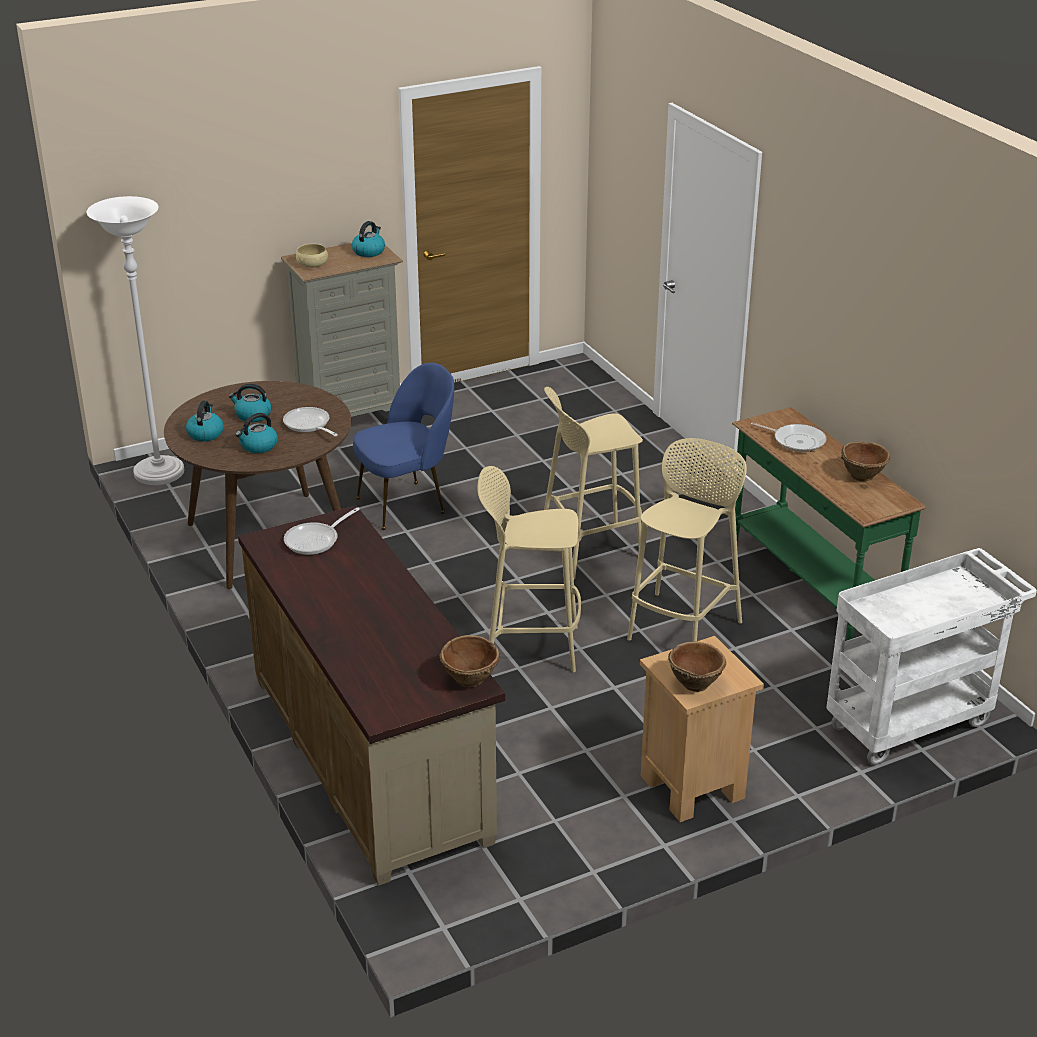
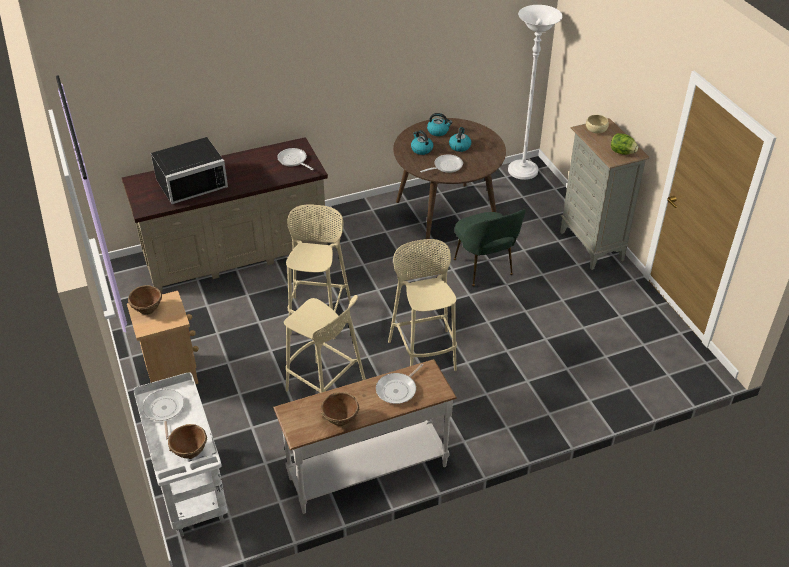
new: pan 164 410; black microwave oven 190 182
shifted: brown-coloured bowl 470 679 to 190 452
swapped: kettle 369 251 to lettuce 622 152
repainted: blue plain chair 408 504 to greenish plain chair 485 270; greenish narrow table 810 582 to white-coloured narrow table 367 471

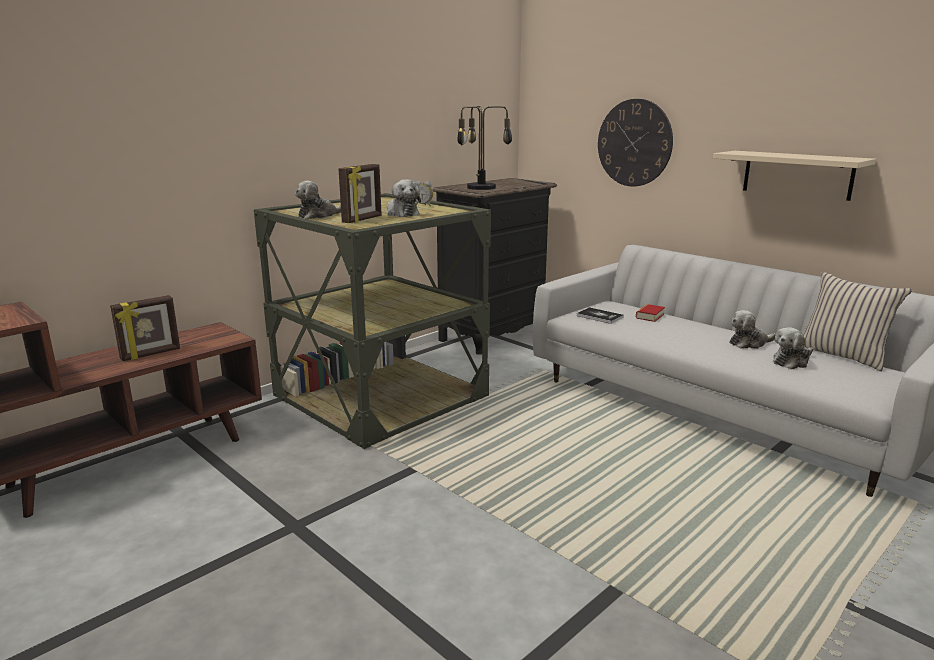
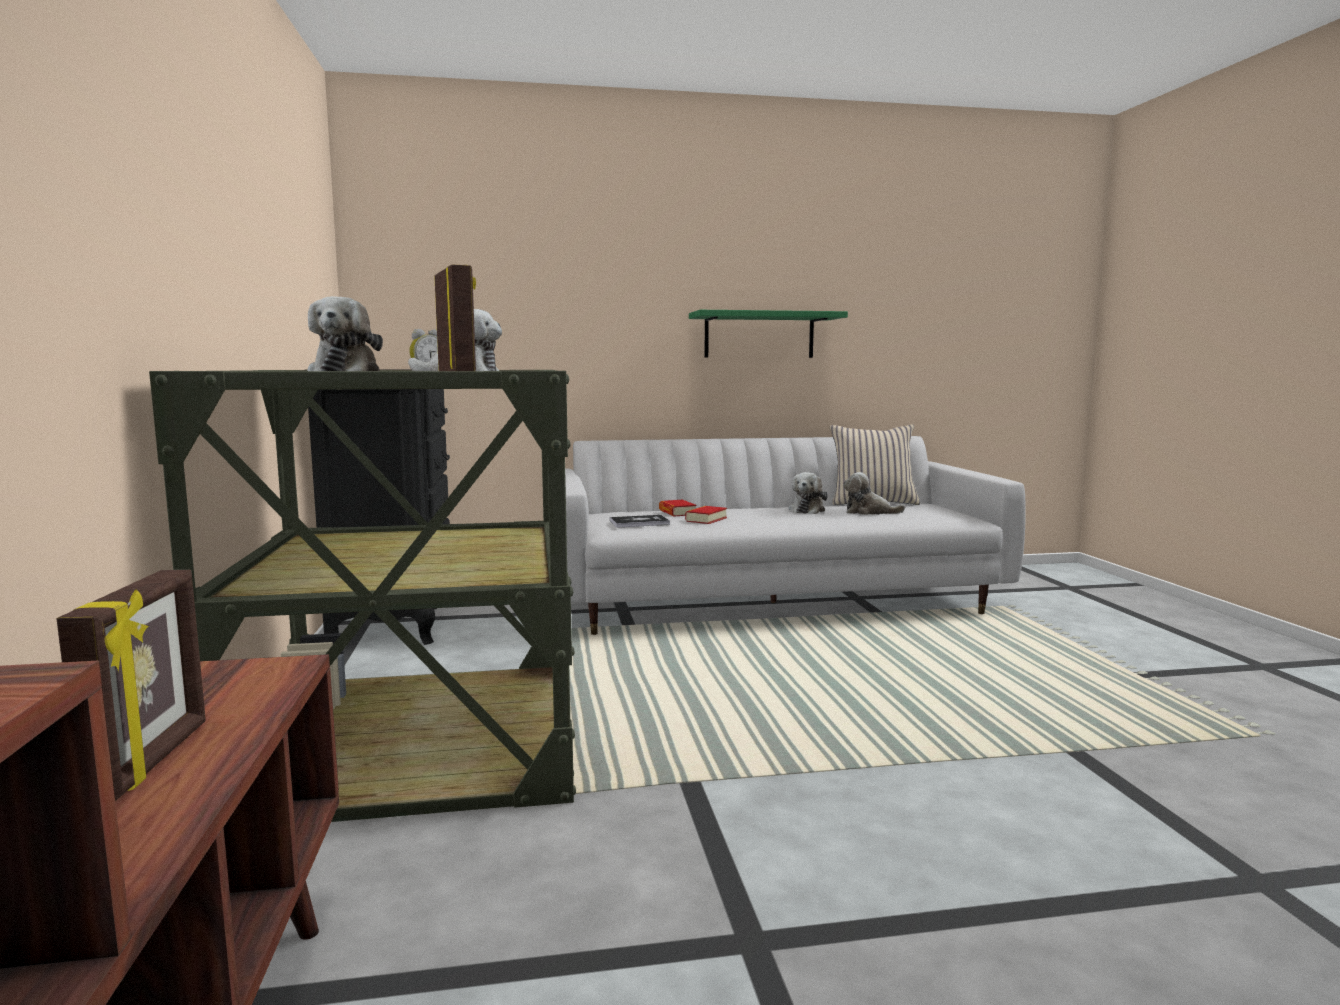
gone: table lamp 481 187; hanging clock 634 143
new: volume 706 519
repainted: beige-coloured shelf 797 174 to greenish shelf 759 335
rotated: plush toy 792 361 = 868 512 105 degrees clockwise

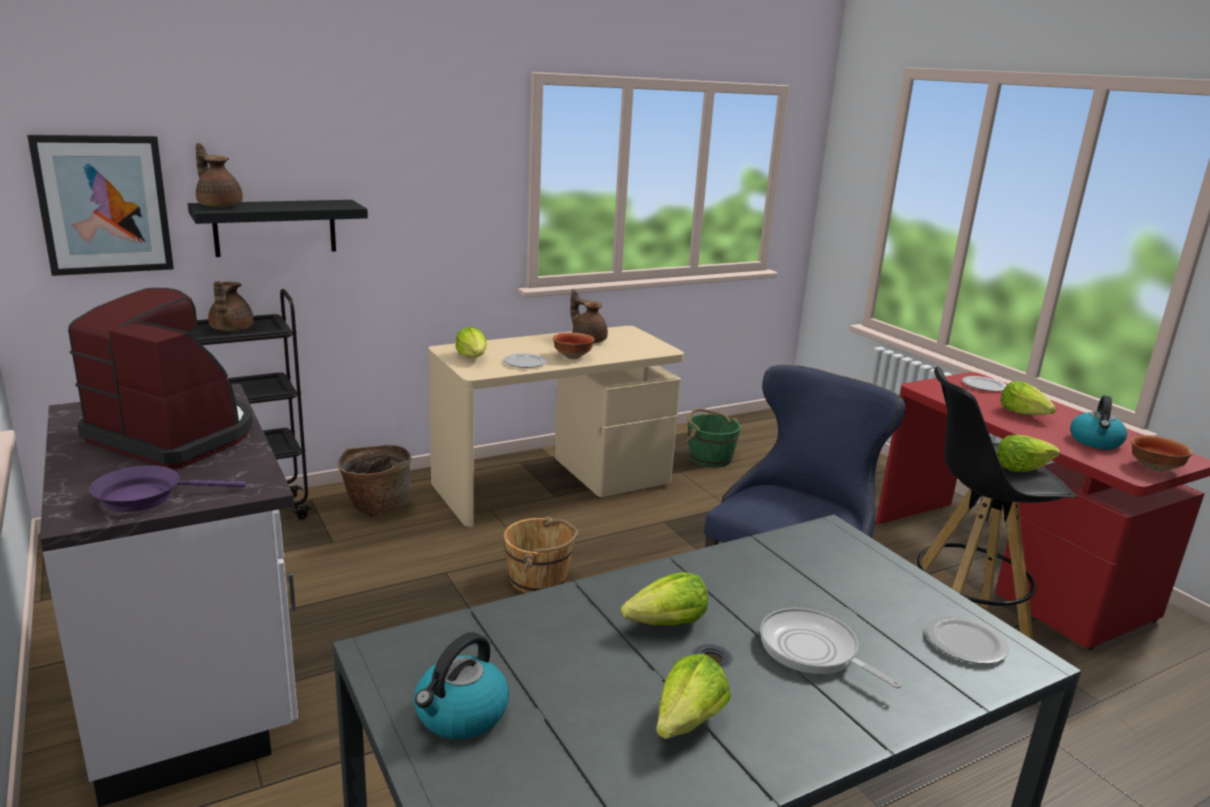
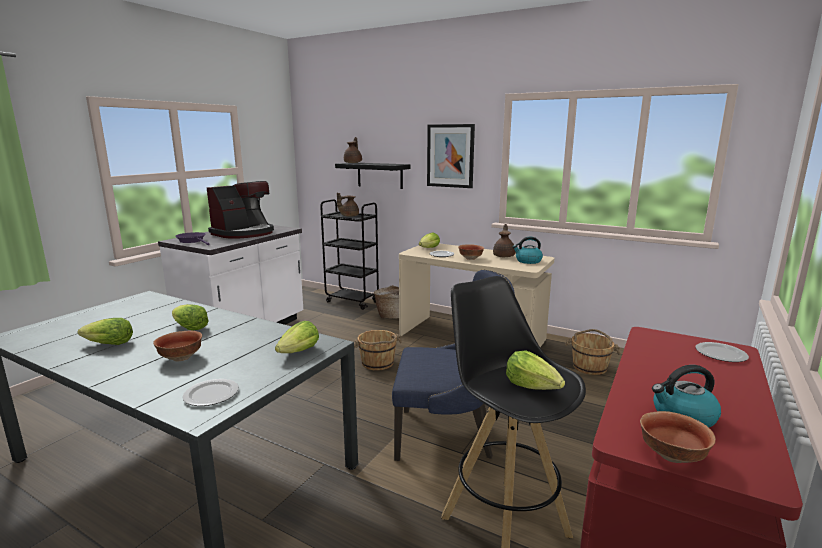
shifted: picture 104 205 to 450 156; kettle 460 715 to 528 261; lettuce 1024 414 to 299 352
swapped: pan 813 651 to bowl 180 358
repainted: greenish bucket 709 458 to brown-coloured bucket 589 367
rotated: coffee machine 175 435 = 244 233 45 degrees clockwise

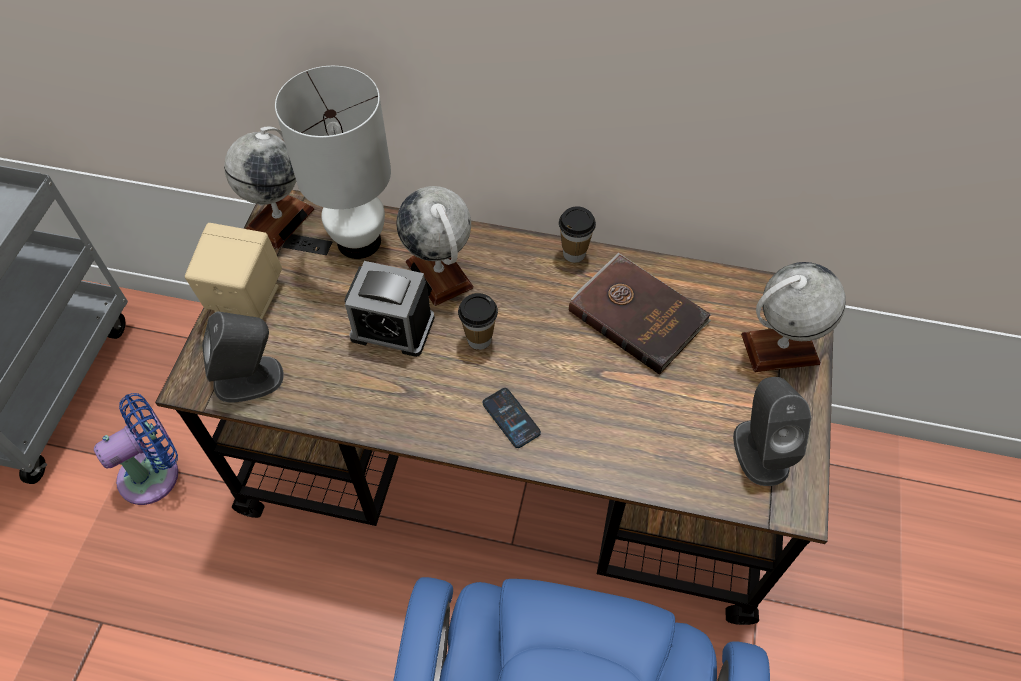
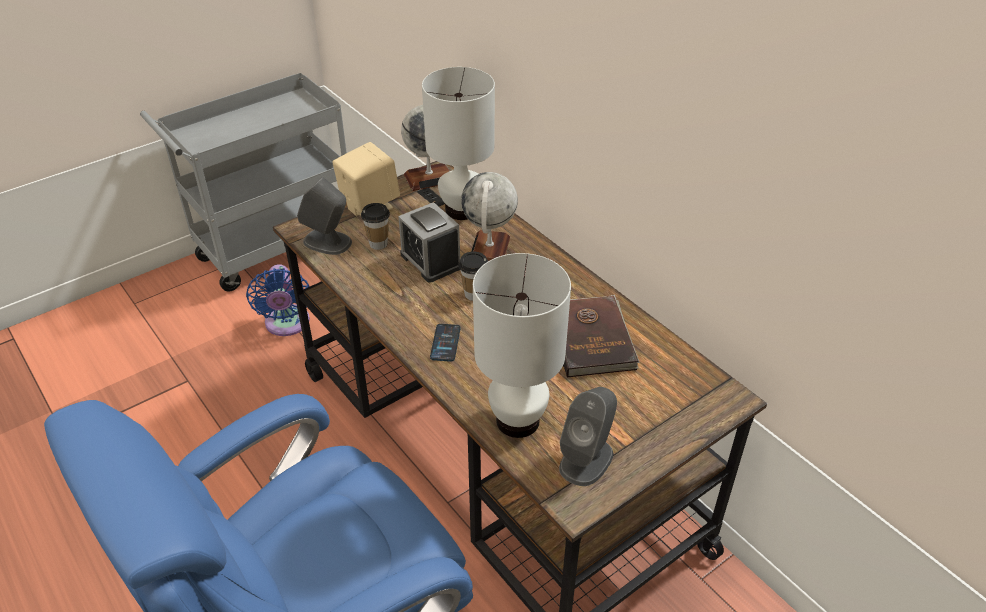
gone: world globe 780 349
new: white-coloured table lamp 517 421
shifted: cup 574 253 to 378 244
rotated: blue electric fan 155 473 = 287 324 75 degrees clockwise

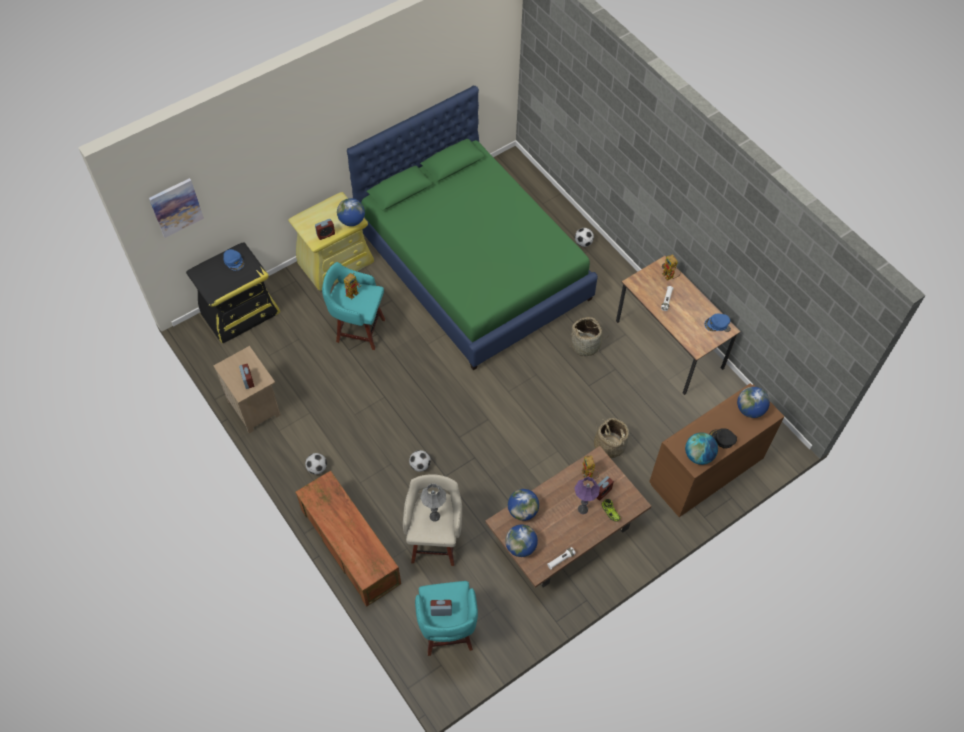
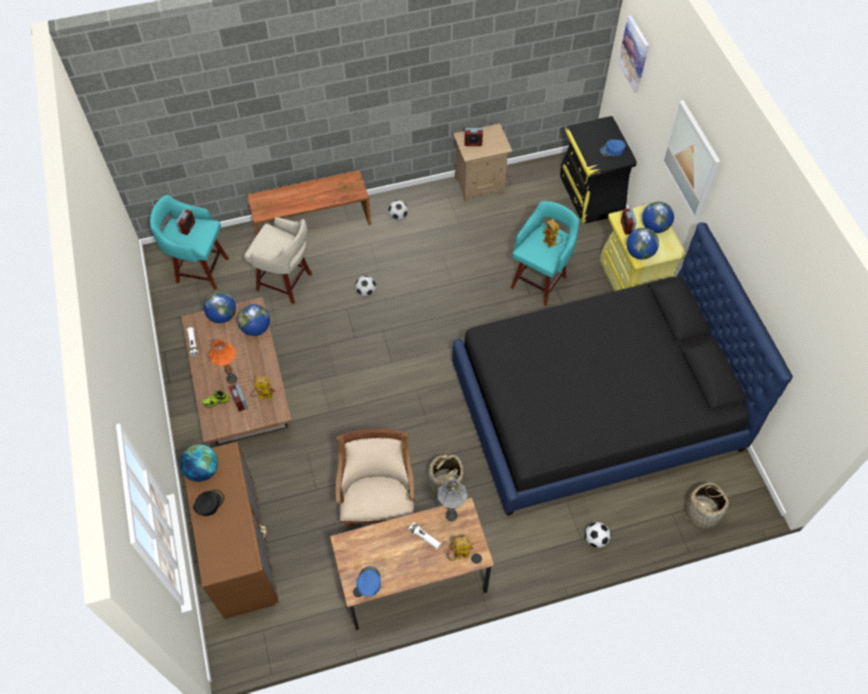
new: desk chair 379 507; picture 691 160
shifted: grey table lamp 434 516 to 451 515; storage basket 609 445 to 702 512; world globe 750 410 to 654 227
repainted: greenish bed 472 264 to black bed 595 407; purple table lamp 582 509 to orange-coloured table lamp 231 379

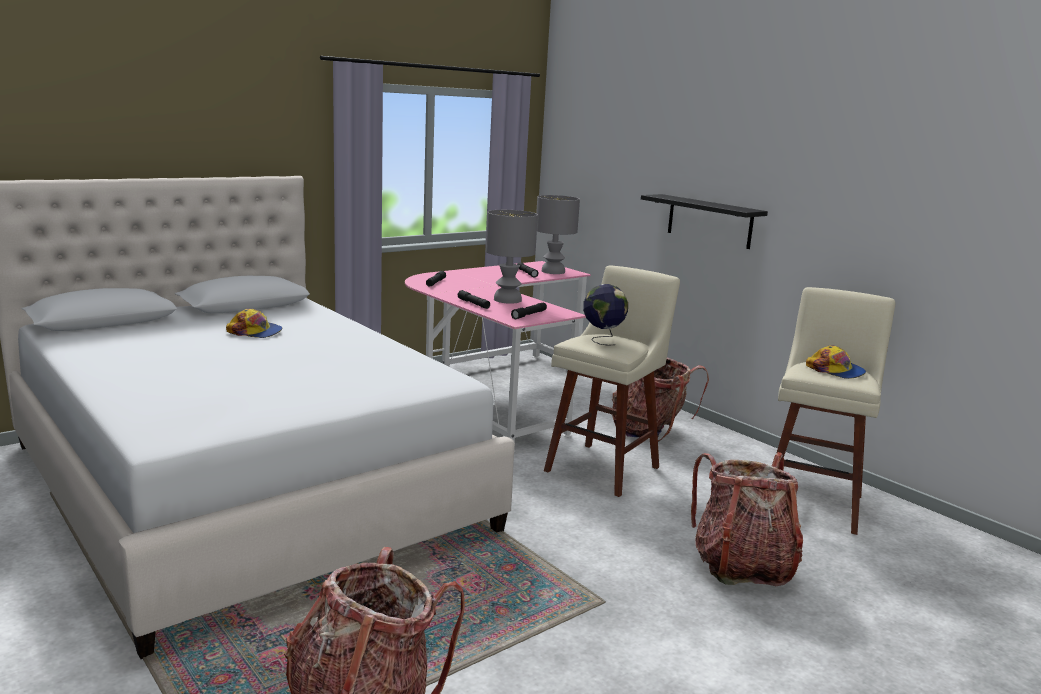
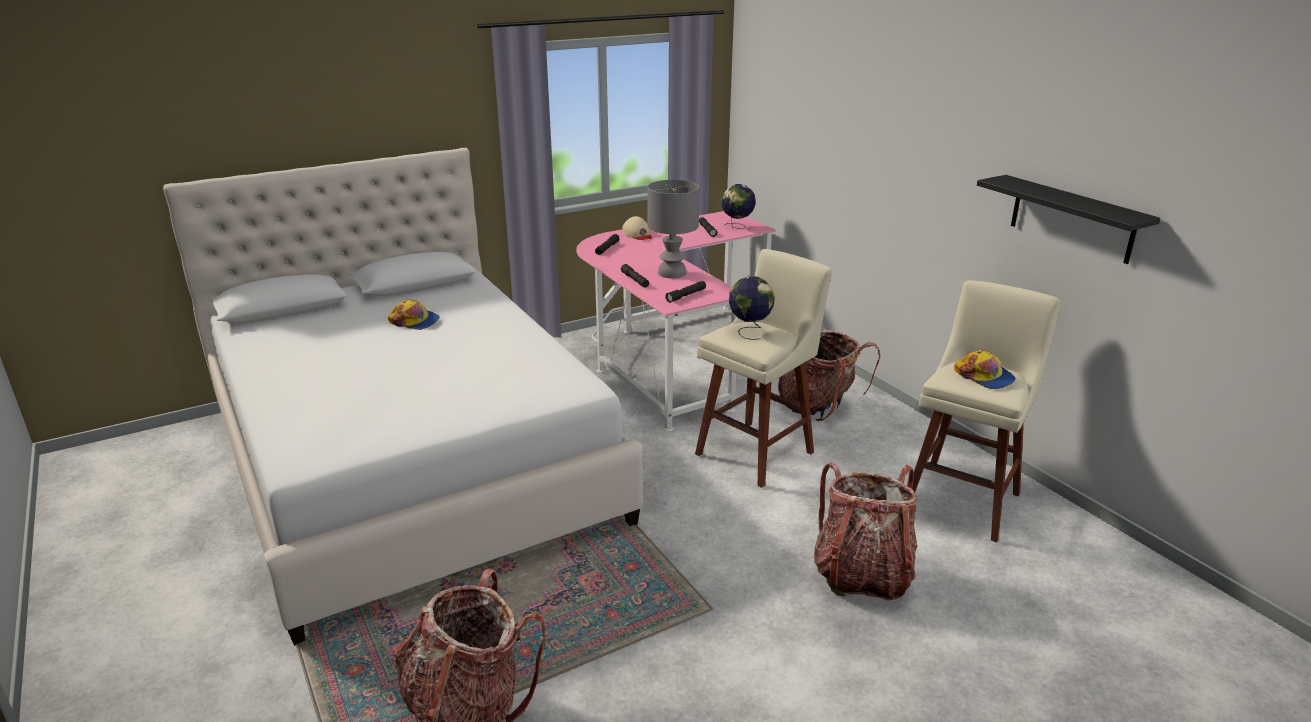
new: beige-coloured baseball cap 638 234
shifted: black shelf 709 221 to 1072 219
swapped: grey table lamp 553 271 to world globe 737 227

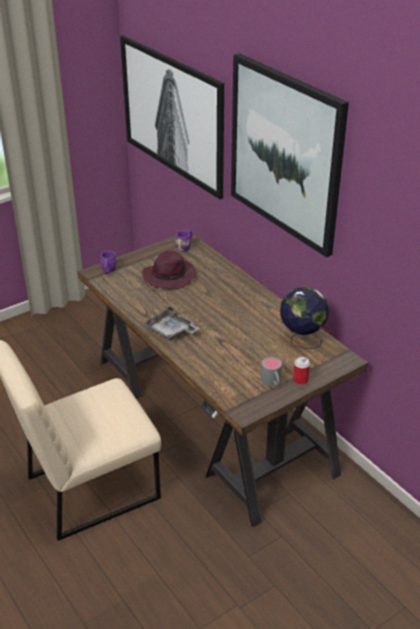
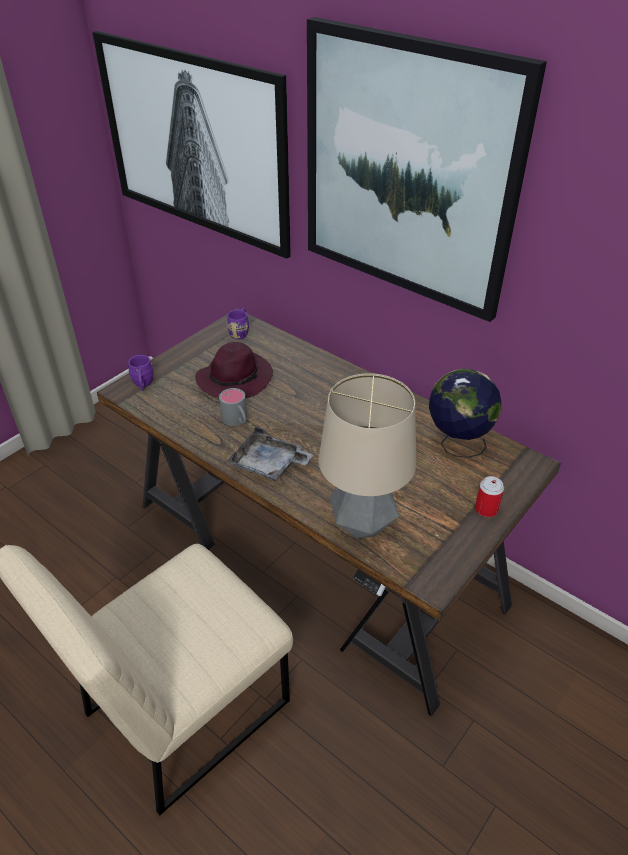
new: table lamp 362 524
shifted: grey coffee mug 272 382 to 237 420

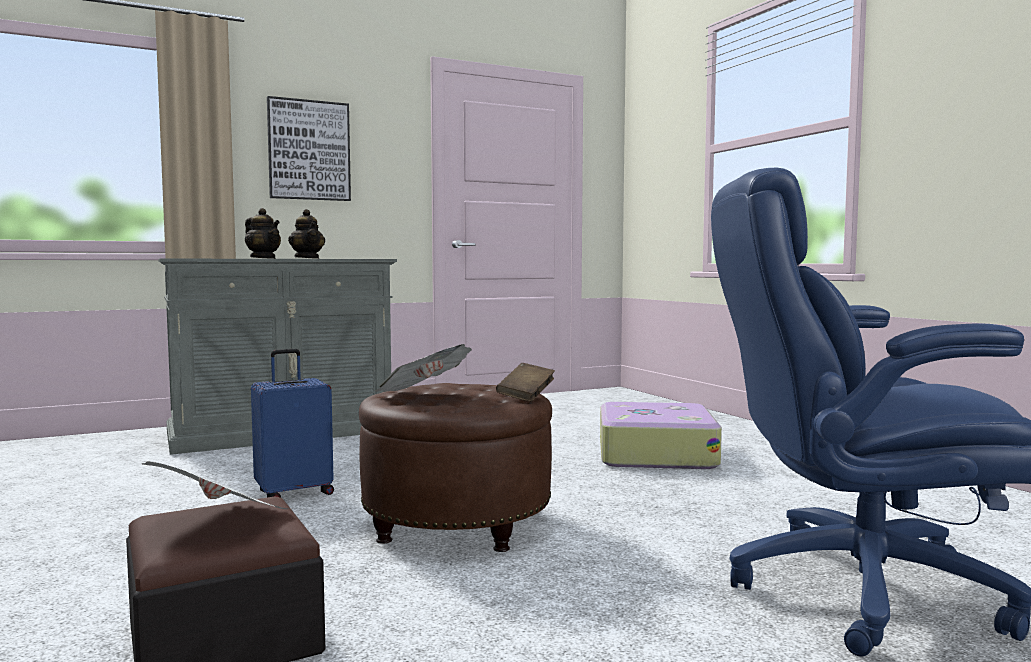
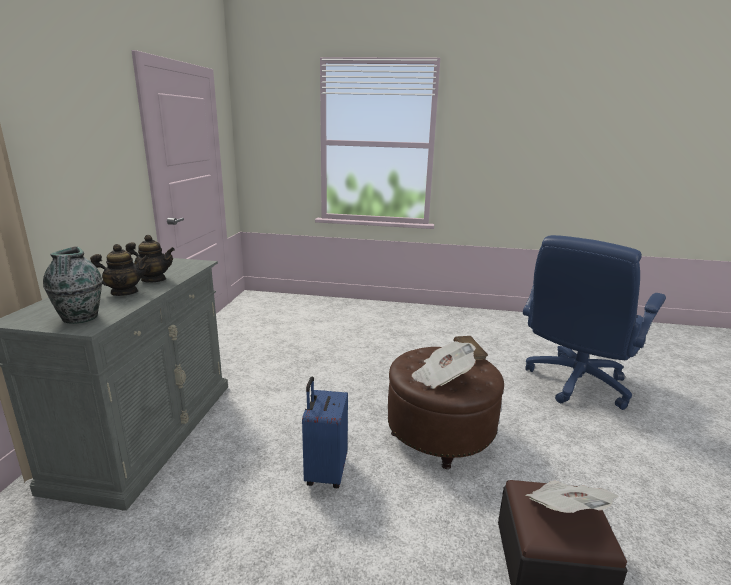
gone: picture 309 150; suitcase 655 453
new: decorative vase 80 318

